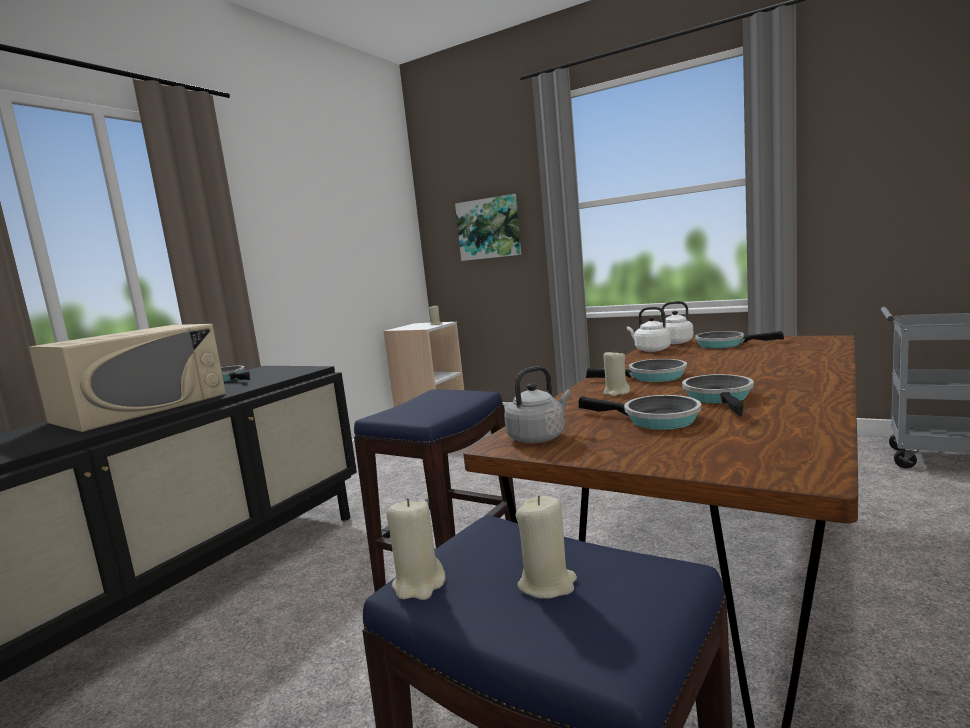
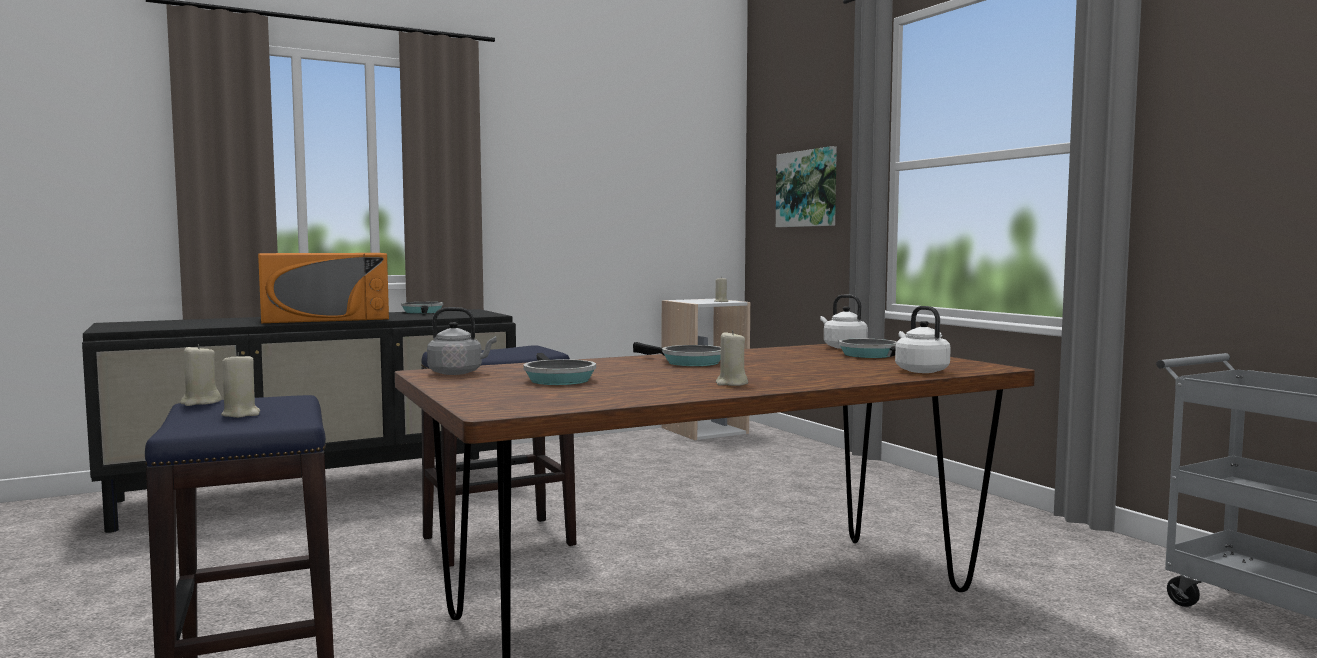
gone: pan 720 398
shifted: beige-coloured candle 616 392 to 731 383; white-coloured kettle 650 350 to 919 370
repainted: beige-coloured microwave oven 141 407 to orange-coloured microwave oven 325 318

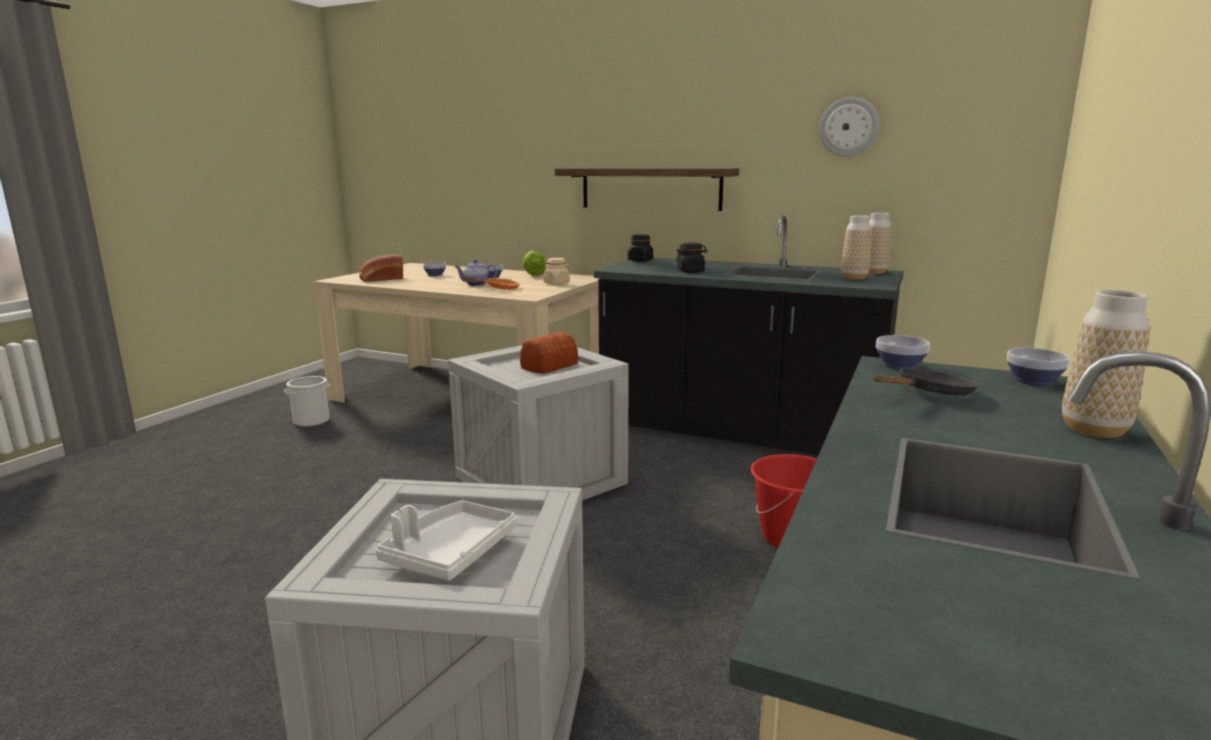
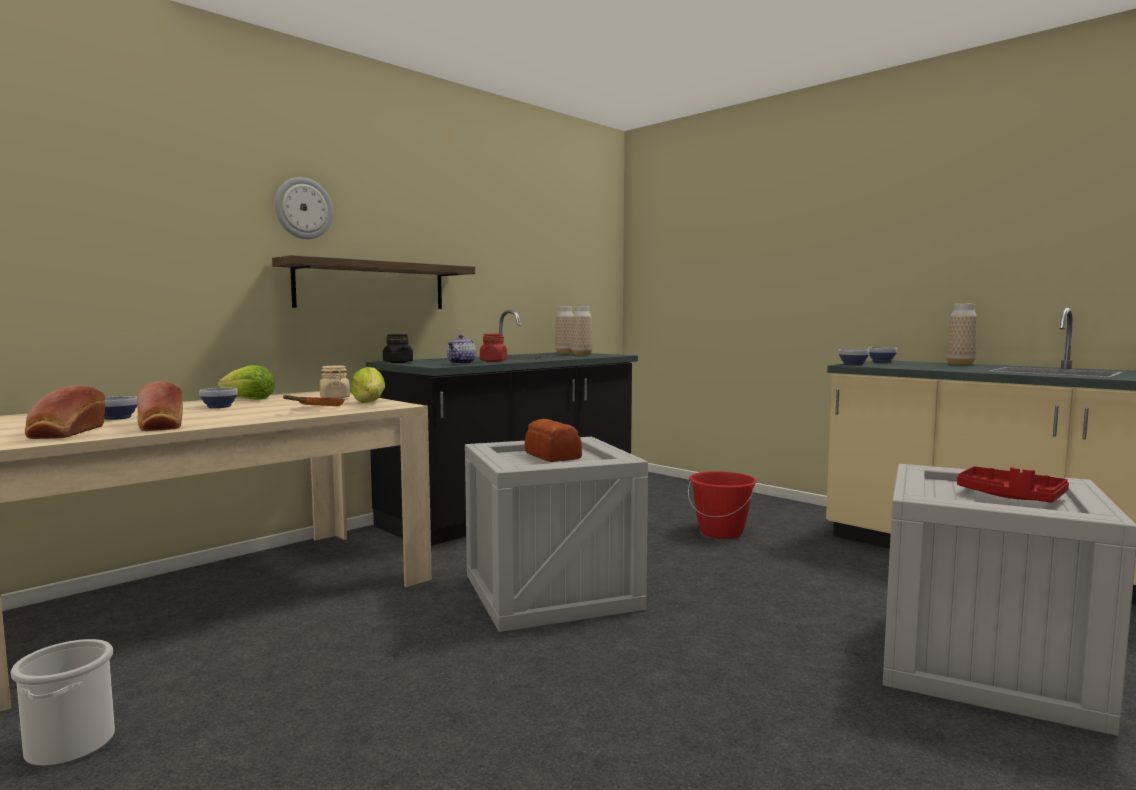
gone: black pan 929 393
new: bread 161 425; lettuce 370 402
shifted: tea pot 476 284 to 461 363; hanging clock 849 127 to 303 208
repainted: white-coloured carrying tray 449 553 to reddish carrying tray 1010 497; black storage jar 691 271 to reddish storage jar 493 361

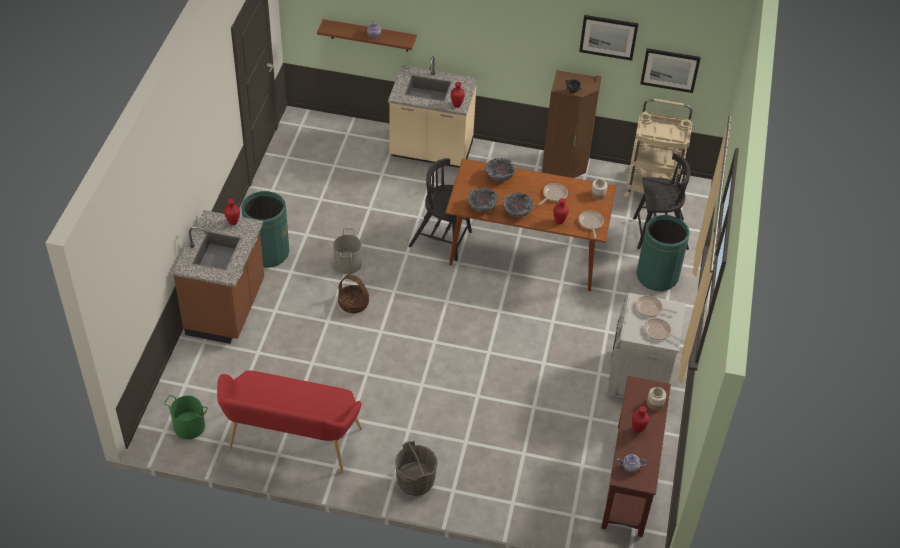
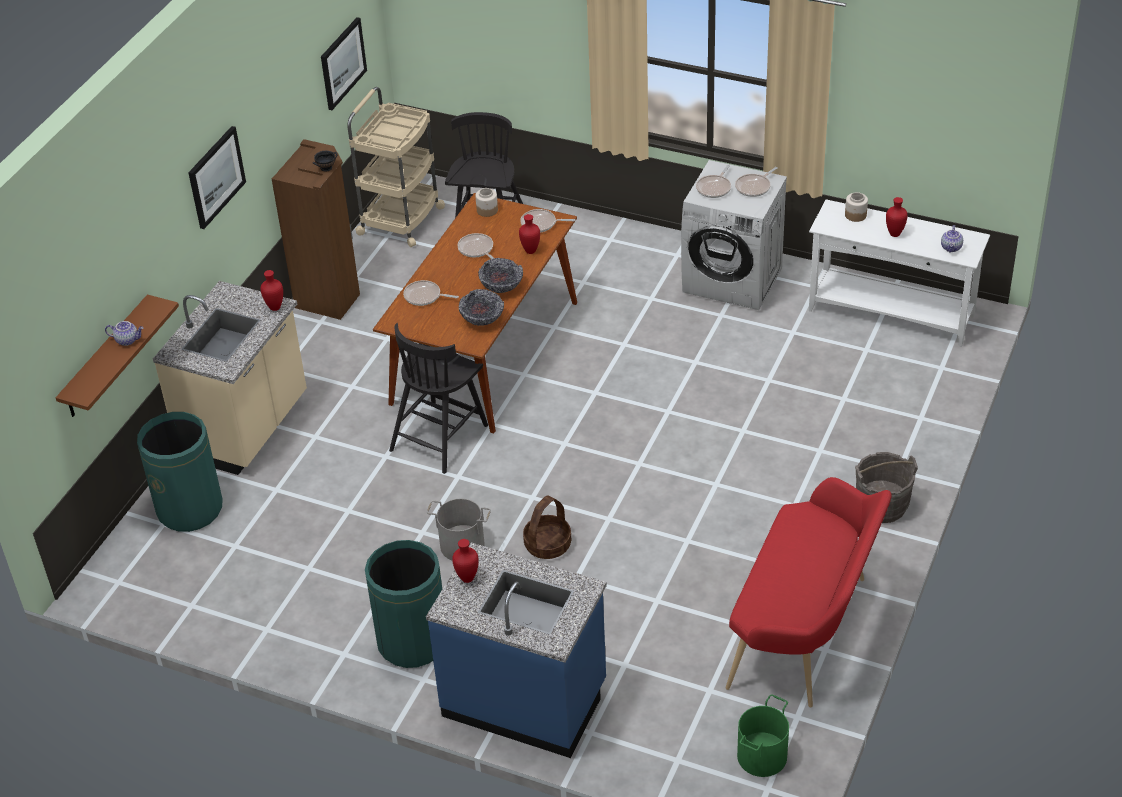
shifted: picture 608 37 to 216 177; greenish trash can 657 276 to 190 509
swapped: bowl 499 177 to pan 424 296
repainted: brown-coloured kitchen base unit 227 309 to blue kitchen base unit 525 700; brown-coloured narrow table 630 480 to white-coloured narrow table 892 313

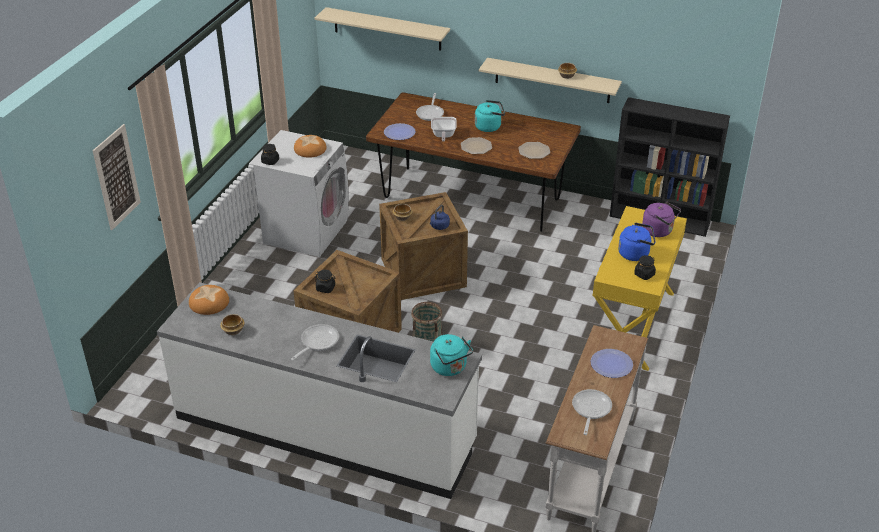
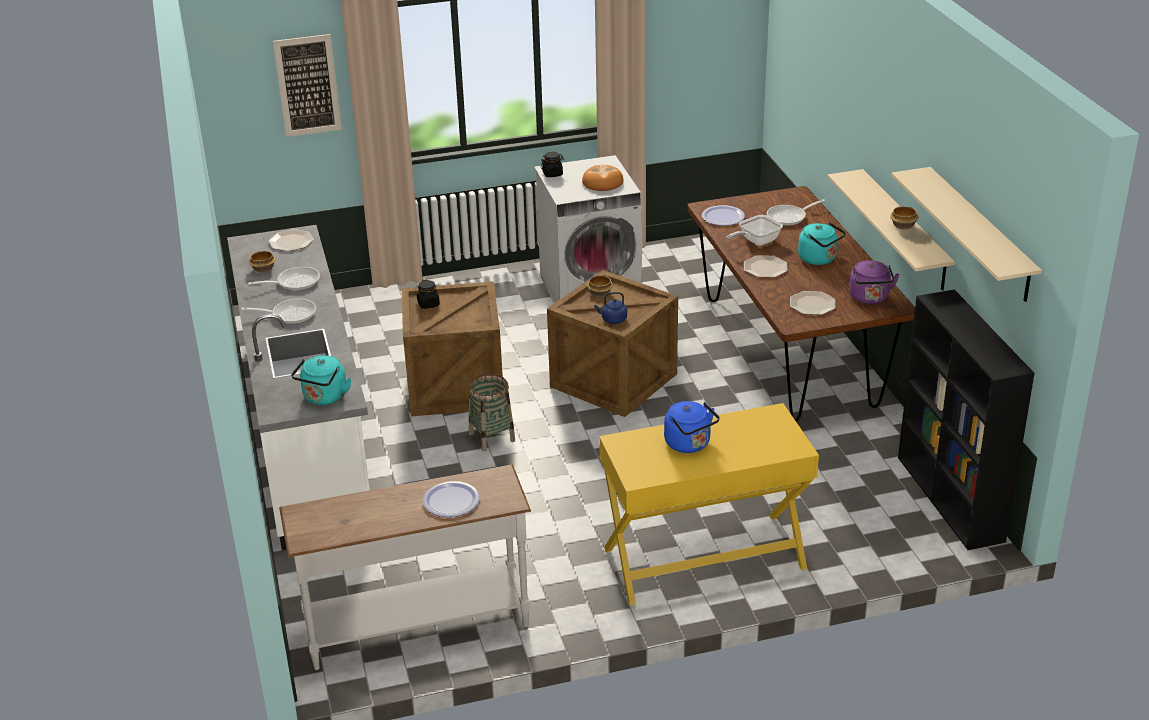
gone: black storage jar 644 274
shifted: beige-coloured shelf 387 29 to 980 234; pan 590 410 to 294 282; purple kettle 659 231 to 869 298
swapped: bread 209 302 to dinner plate 291 241

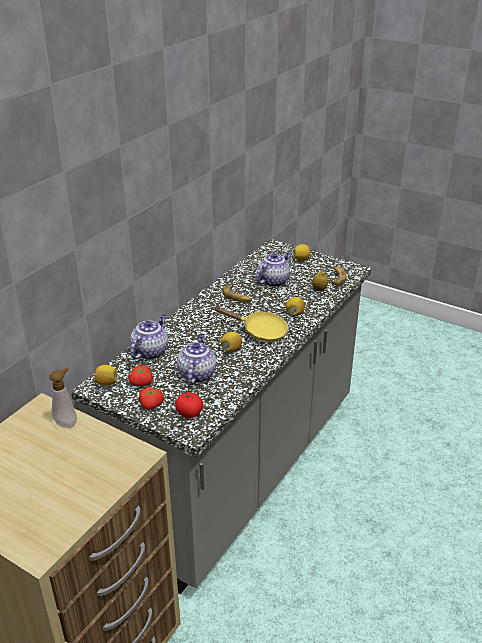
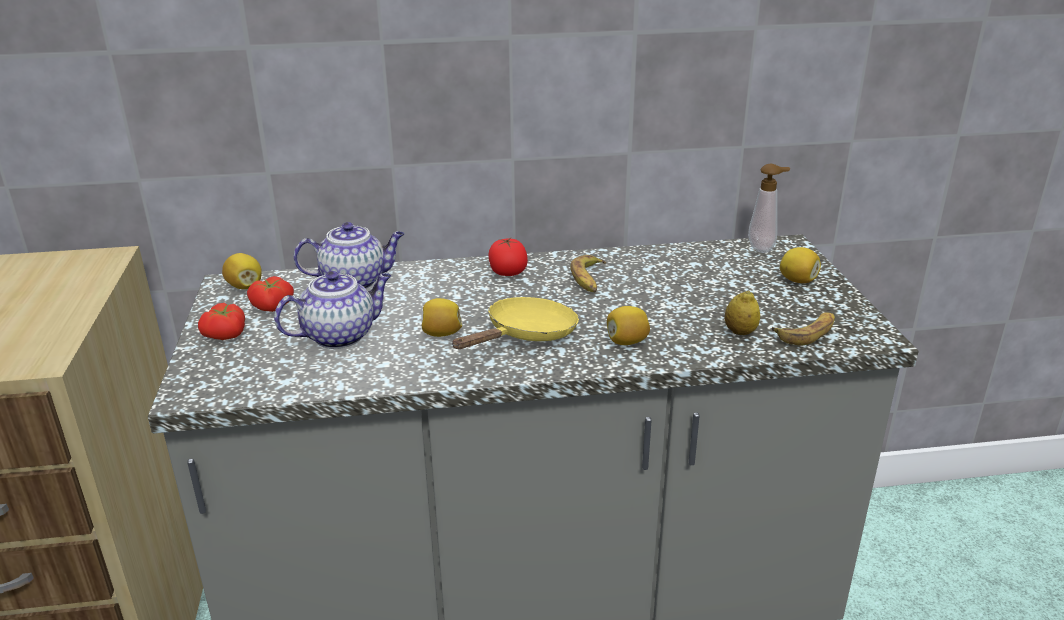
gone: tea pot 273 281
shifted: soap dispenser 67 422 to 763 248; fresh tomato 189 413 to 508 273
rotated: yellow pan 260 331 = 526 335 120 degrees counterclockwise

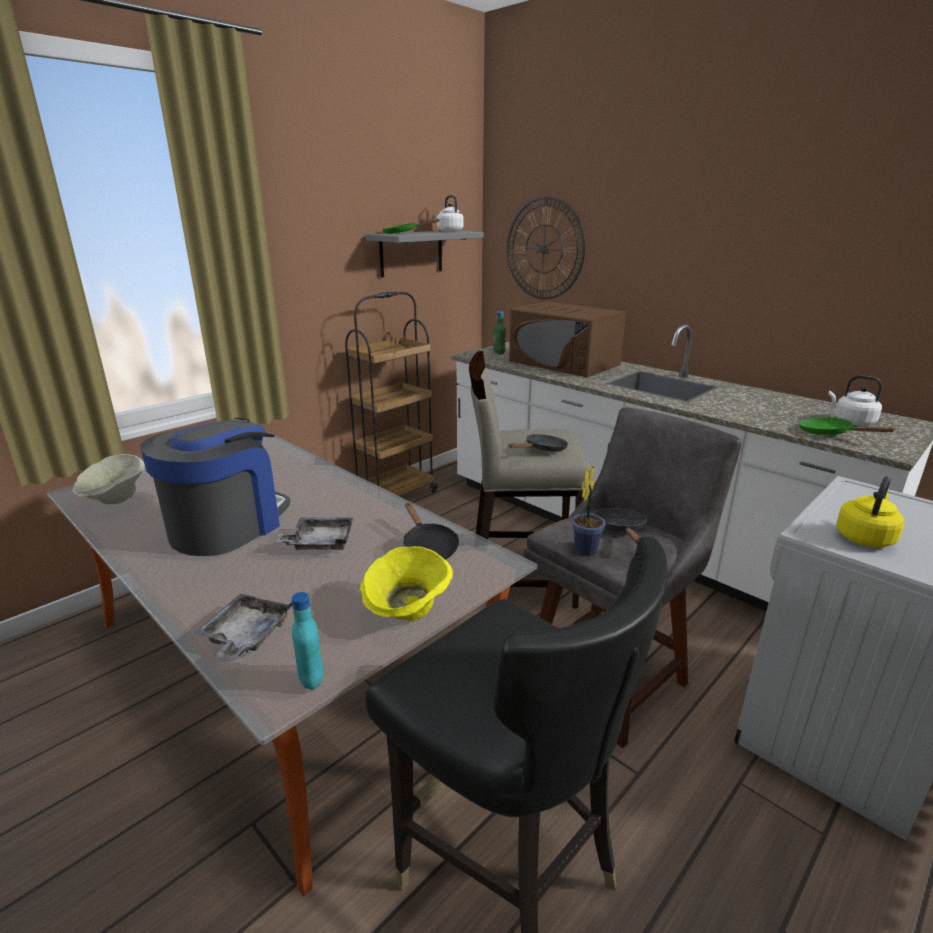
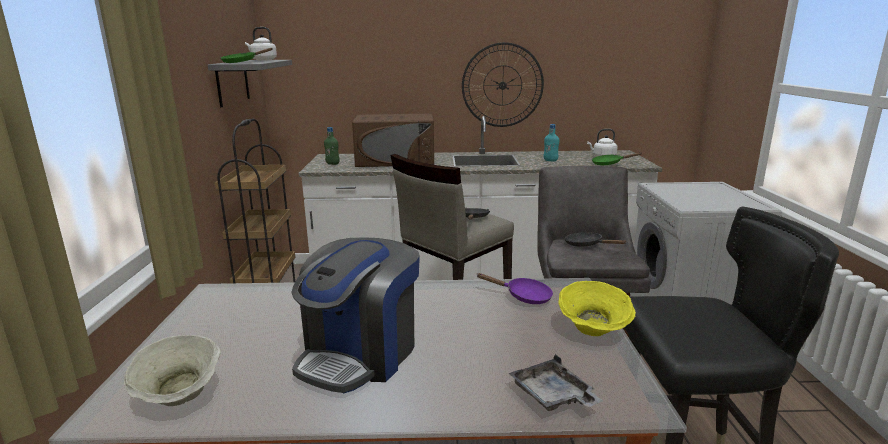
gone: grey carrying tray 319 542; plant in a pot 587 548; yellow kettle 865 537
shifted: turquoise beverage bottle 311 679 to 550 160; hanging clock 544 249 to 502 85
repainted: black pan 428 547 to purple pan 524 296
rotated: coffee machine 227 526 = 360 354 135 degrees counterclockwise

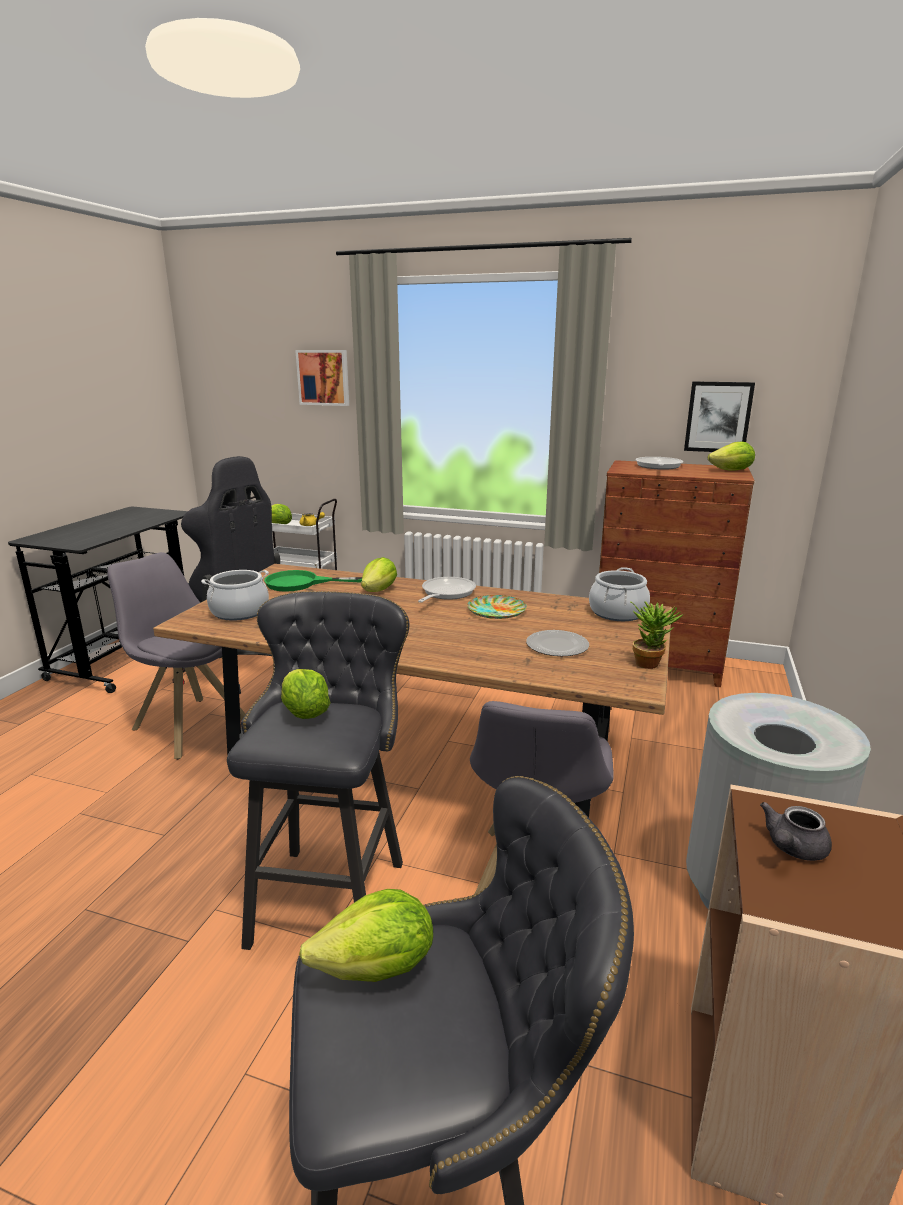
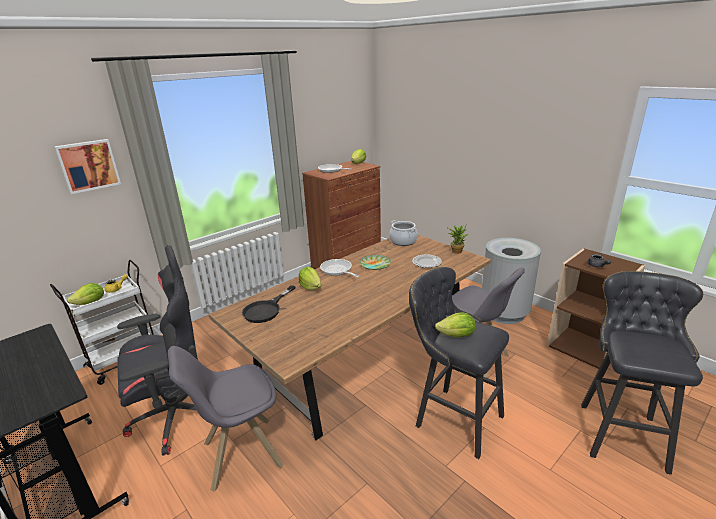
gone: cooking pot 240 612; lettuce 377 968; picture 718 417
repainted: greenish pan 301 583 to black pan 266 309

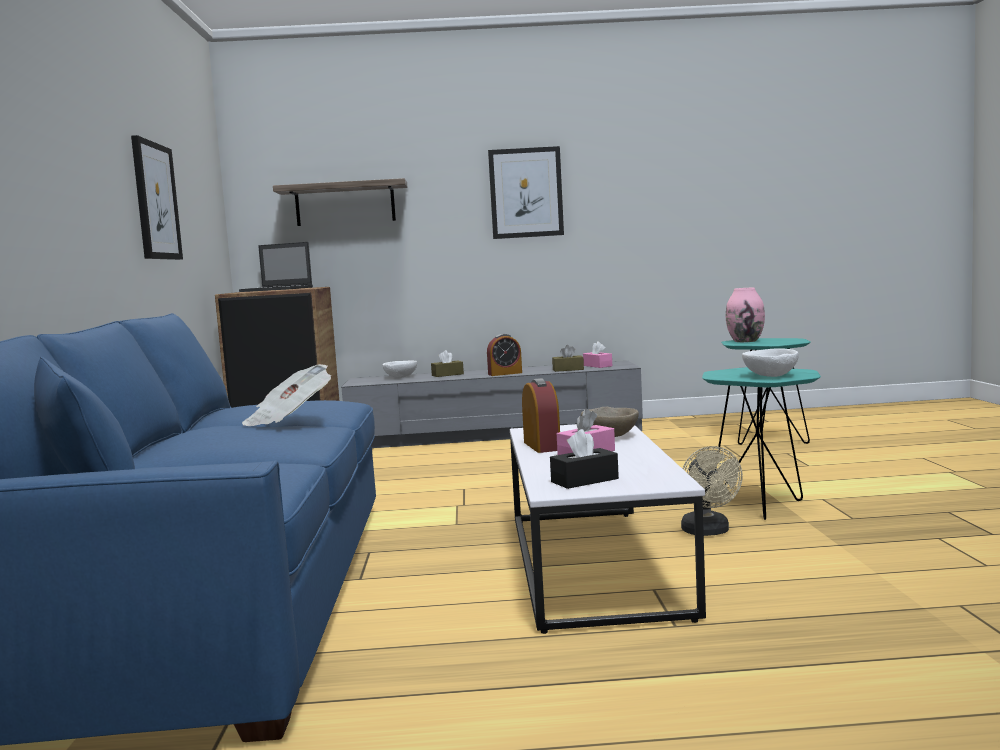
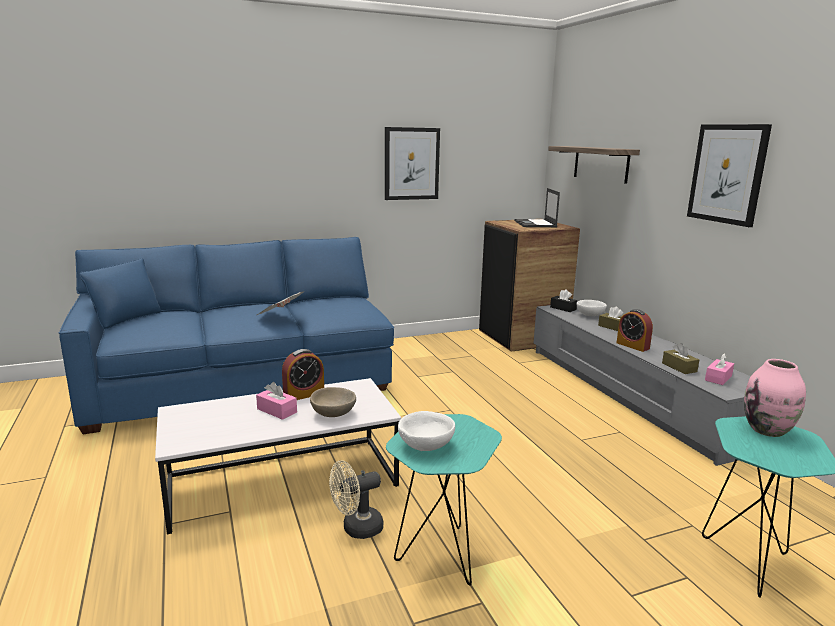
shifted: black tissue holder 584 480 to 563 308

